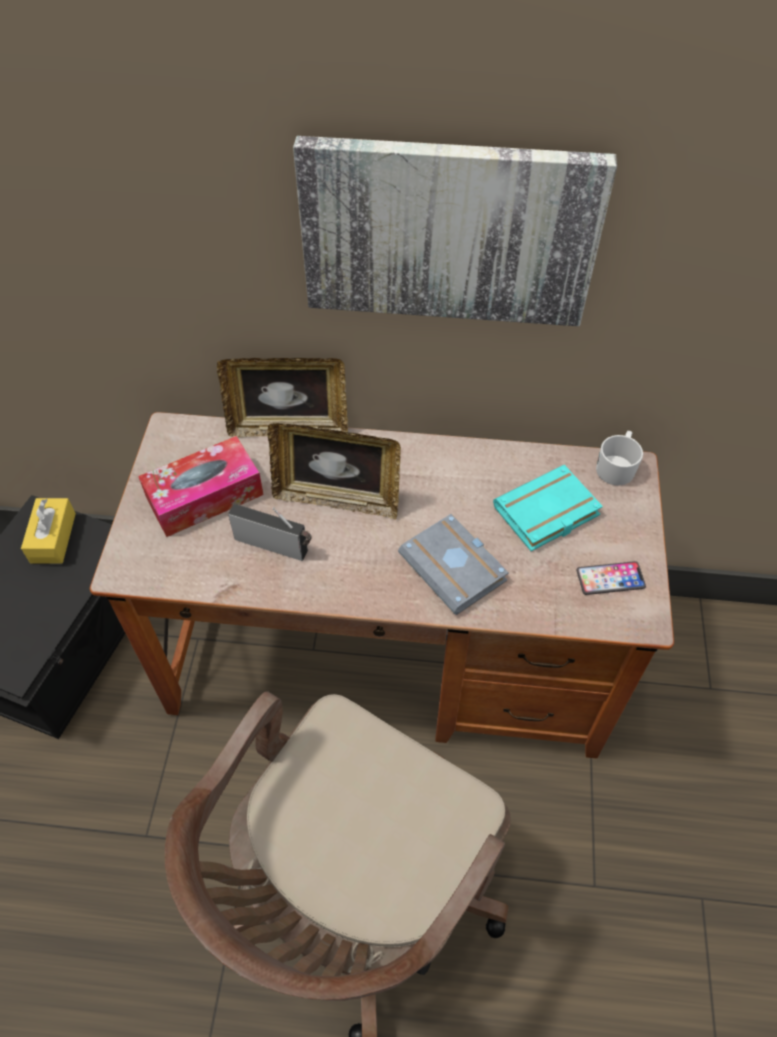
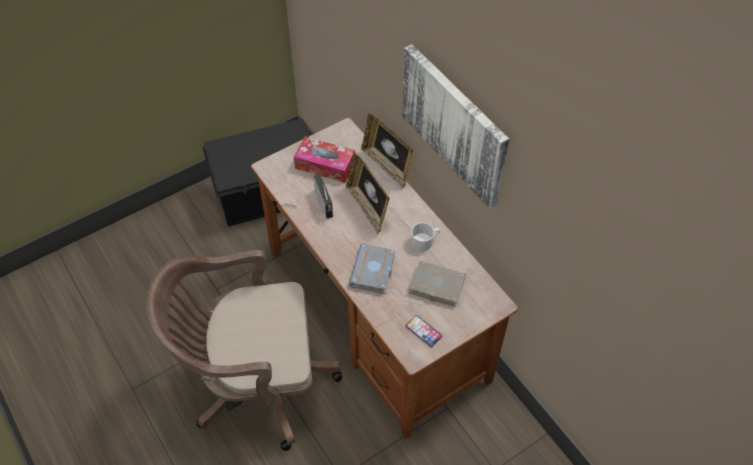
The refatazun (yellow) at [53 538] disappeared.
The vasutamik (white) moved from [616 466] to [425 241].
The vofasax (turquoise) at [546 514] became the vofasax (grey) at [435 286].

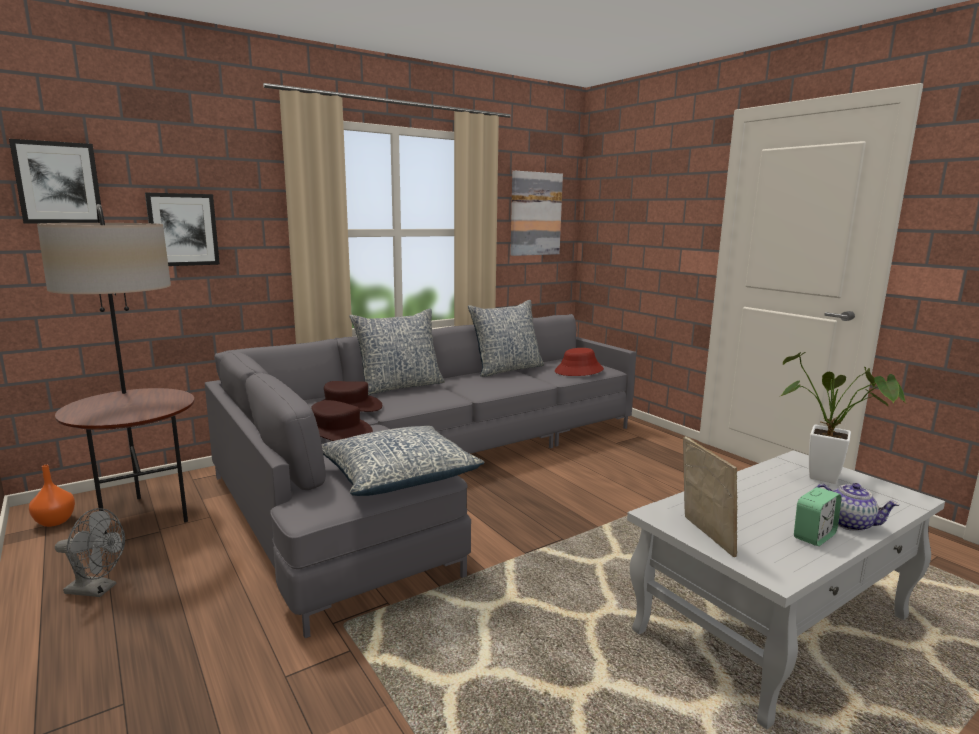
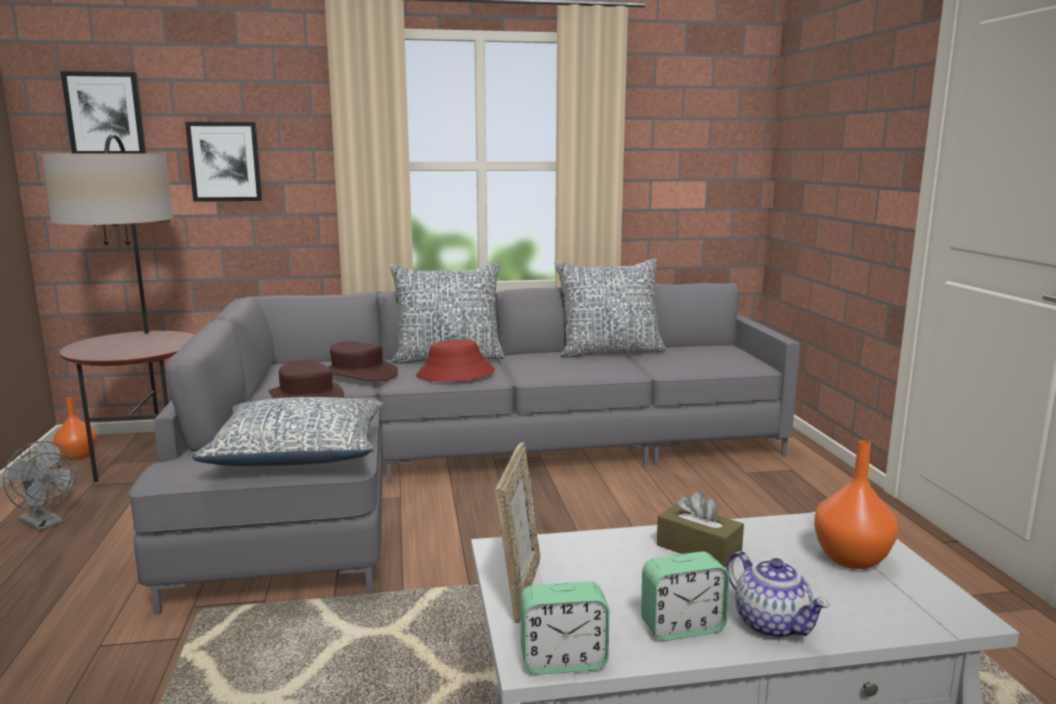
The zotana at [535 214] disappeared.
The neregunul at [563 661] appeared.
The refatazun (brown) at [698 549] appeared.
The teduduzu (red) moved from [579 371] to [455 374].
The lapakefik at [832 479] was replaced by the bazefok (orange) at [851 560].

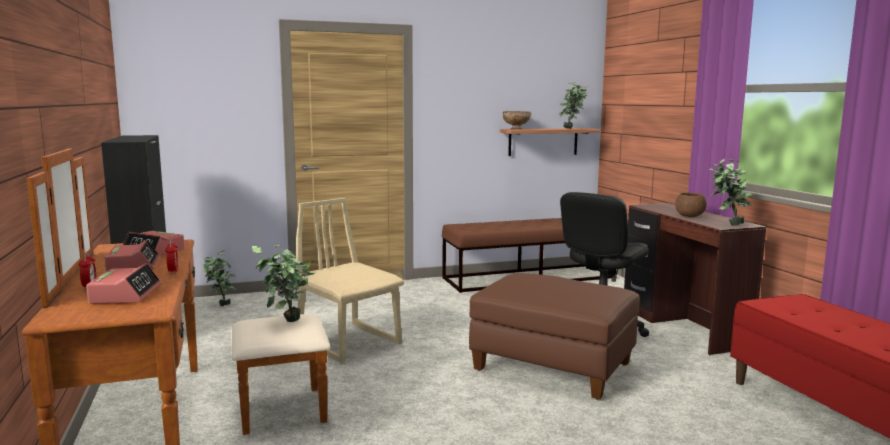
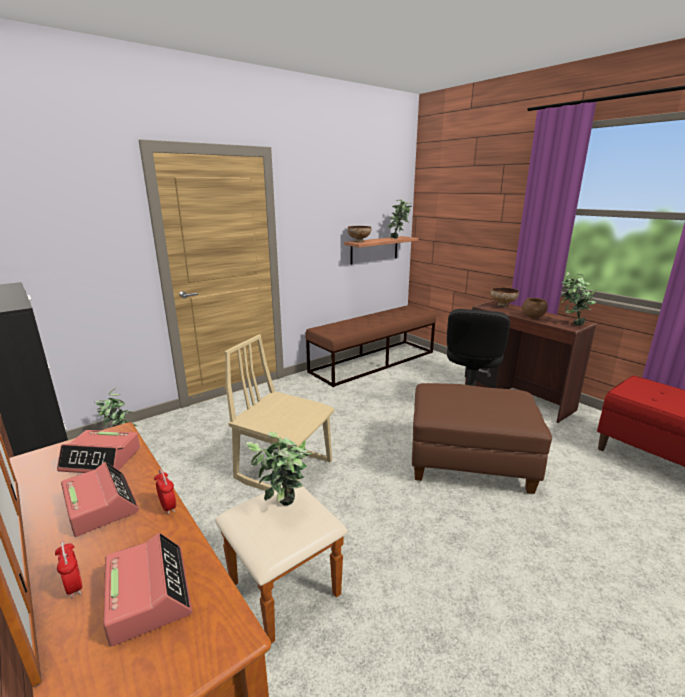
The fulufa at [502 306] appeared.

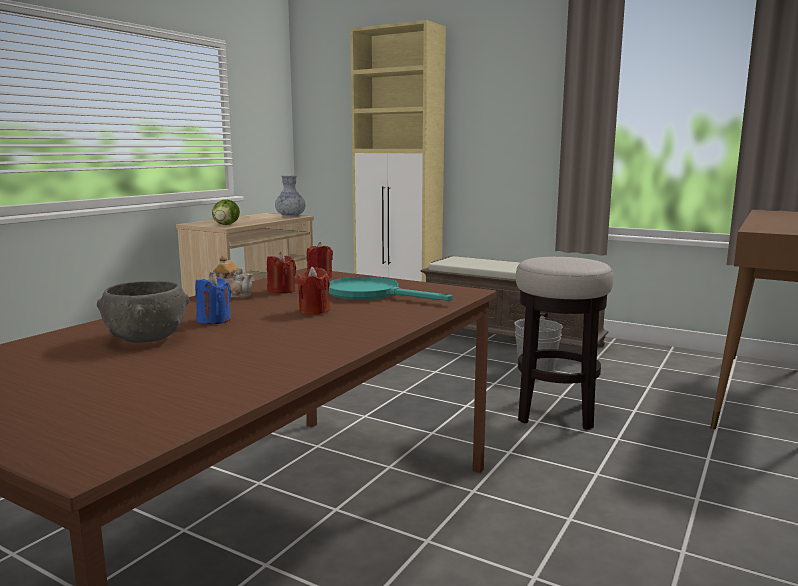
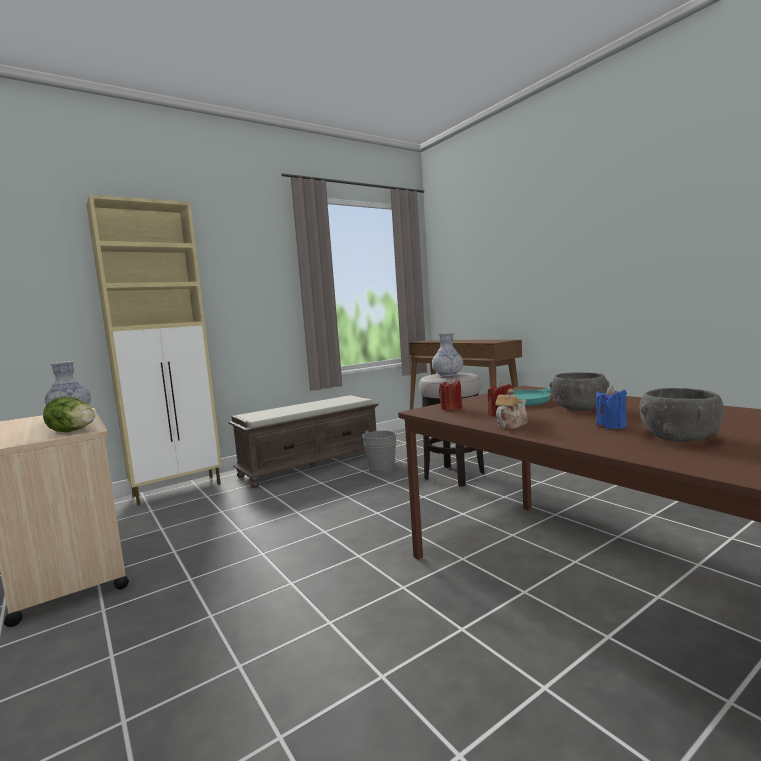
The bazefok at [448 375] appeared.
The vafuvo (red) at [314 311] was replaced by the fulufa (grey) at [579 408].

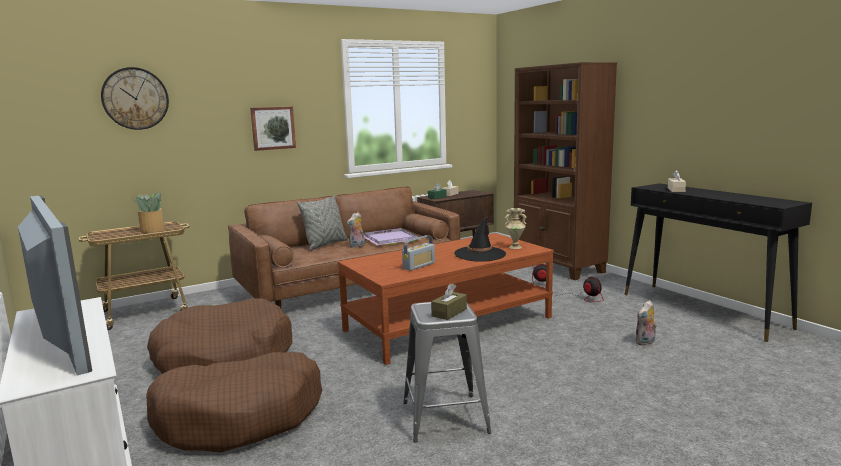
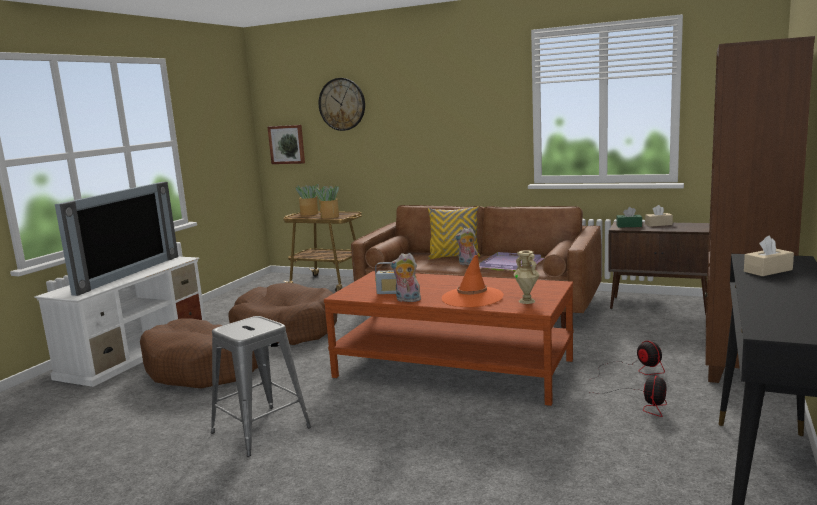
The refatazun (brown) at [449 312] disappeared.
The lapakefik at [309 214] appeared.
The zotana moved from [273 128] to [287 144].
The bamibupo moved from [645 342] to [407 300].
The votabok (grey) at [325 245] became the votabok (yellow) at [454 257].
The teduduzu (black) at [480 254] became the teduduzu (orange) at [472 297].

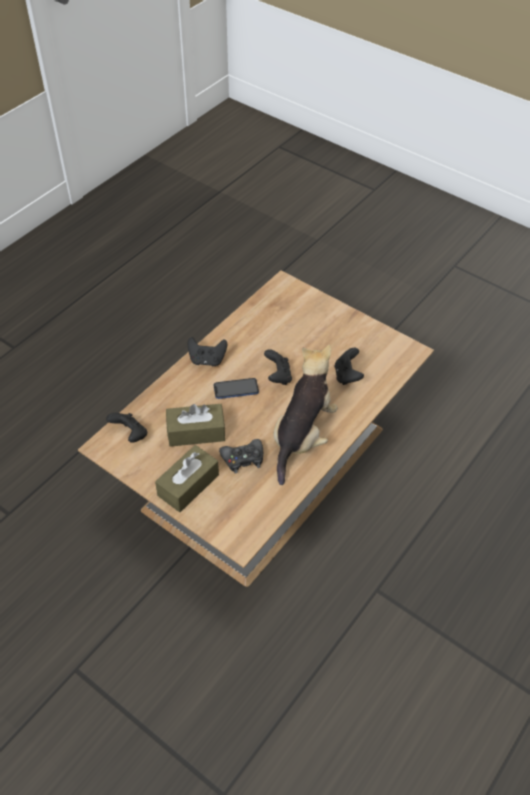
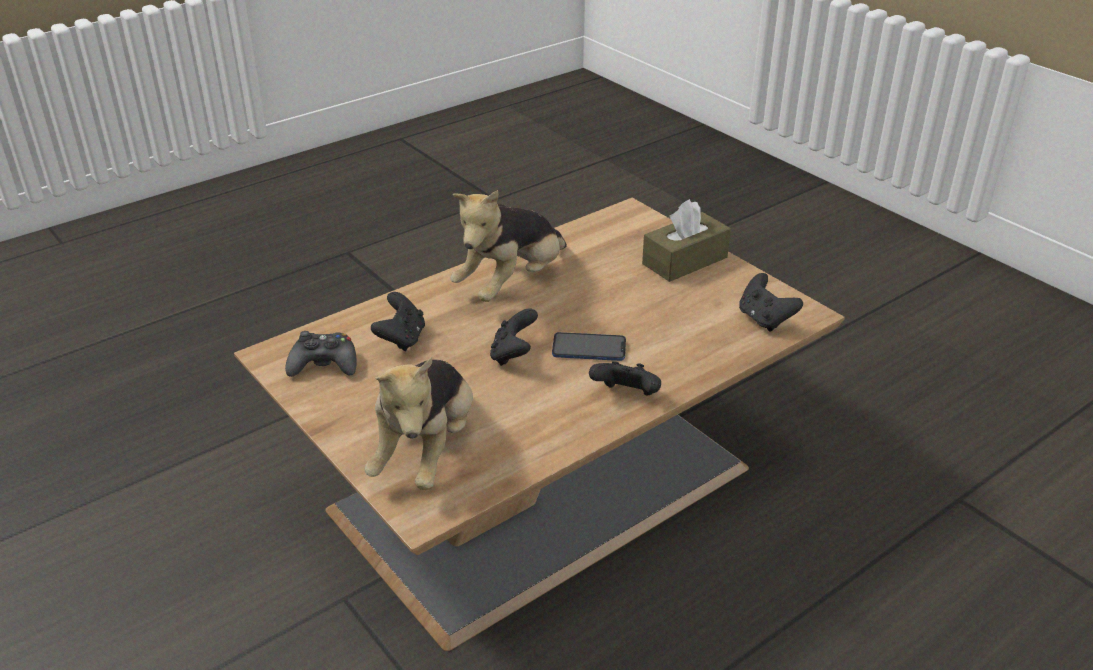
The refatazun (brown) at [196 432] disappeared.
The bamibupo at [426 451] appeared.
The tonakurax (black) moved from [243 459] to [324 364].

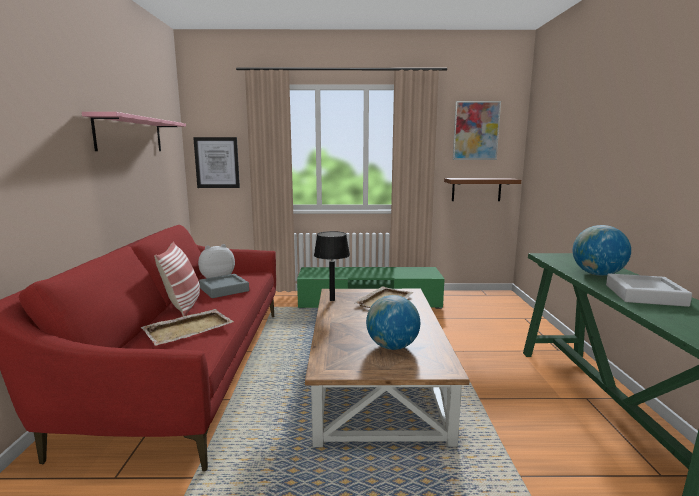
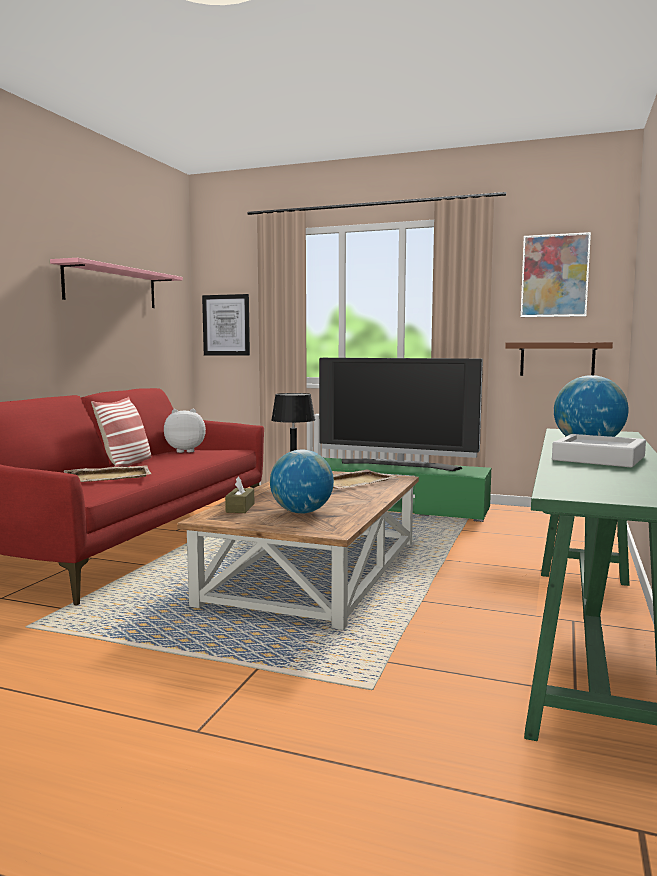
The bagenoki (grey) at [224 289] disappeared.
The refatazun (brown) at [240 508] appeared.
The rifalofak at [399 465] appeared.

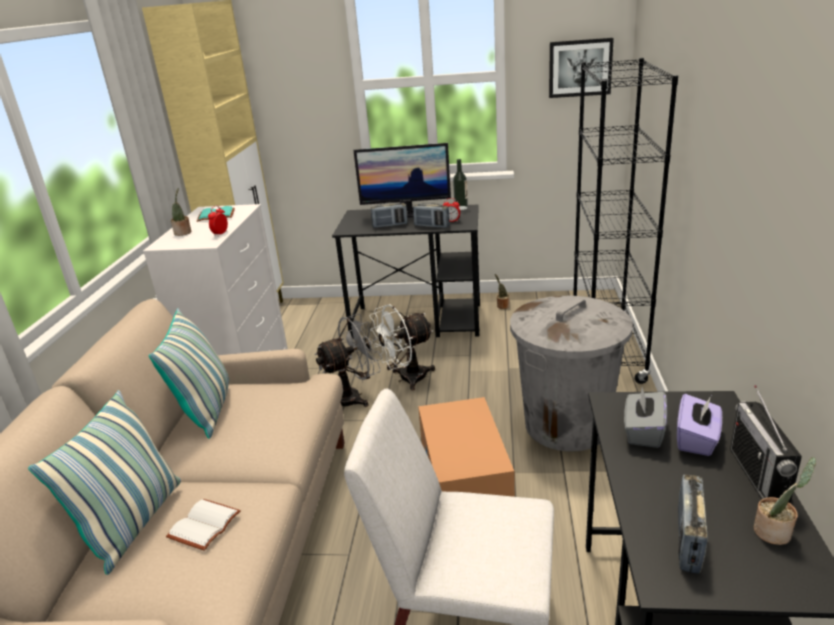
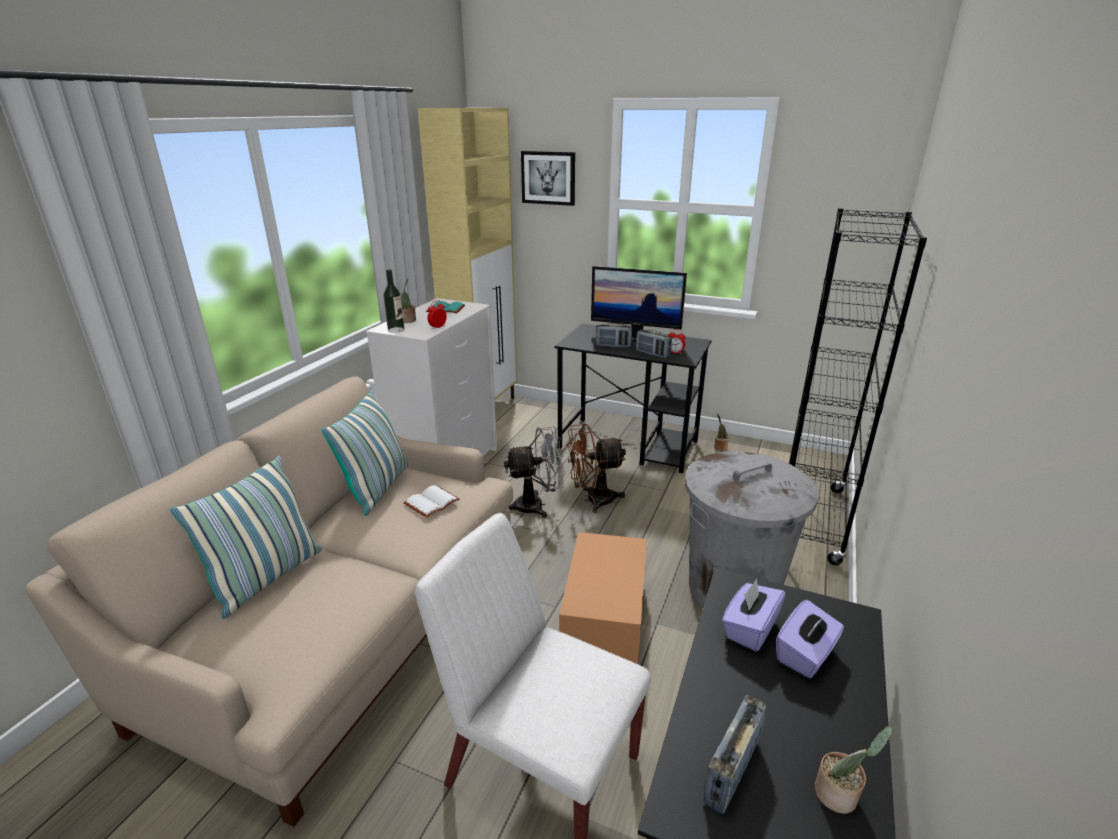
The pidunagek at [758 476] disappeared.
The vofasax (white) moved from [204 524] to [431 501].
The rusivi moved from [461 208] to [396 330].
The zotana moved from [580 68] to [548 178].
The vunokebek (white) at [406 379] became the vunokebek (brown) at [593 500].
The refatazun (grey) at [643 432] became the refatazun (purple) at [749 629].

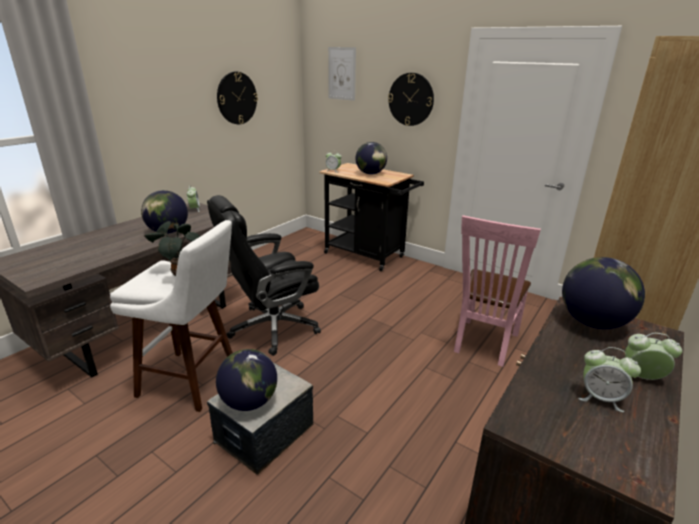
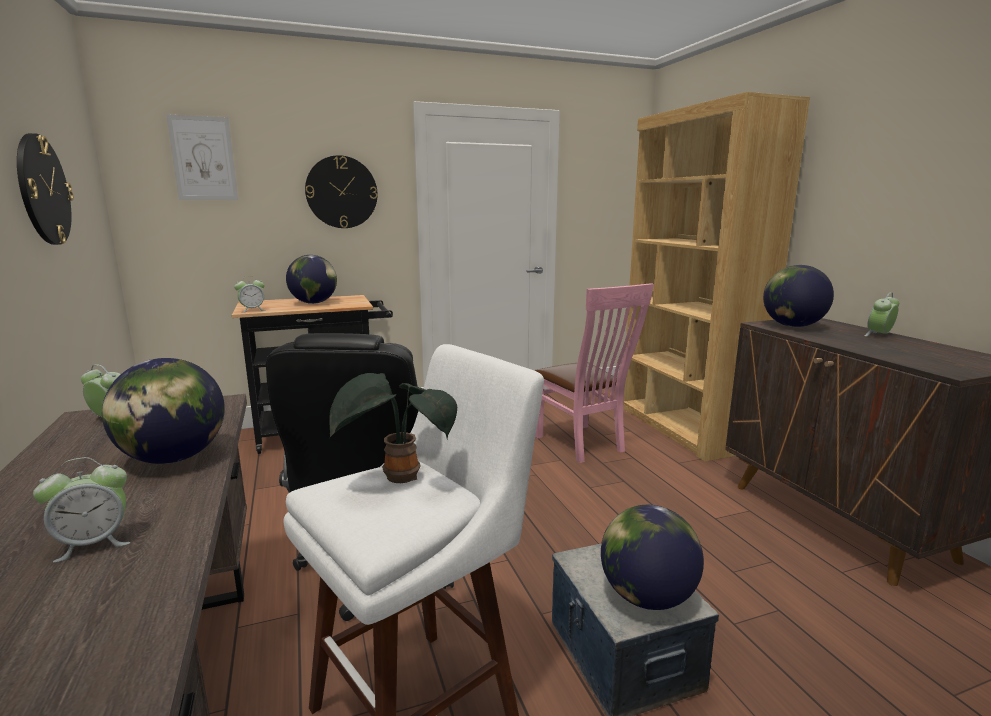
The neregunul moved from [600 398] to [94 543].

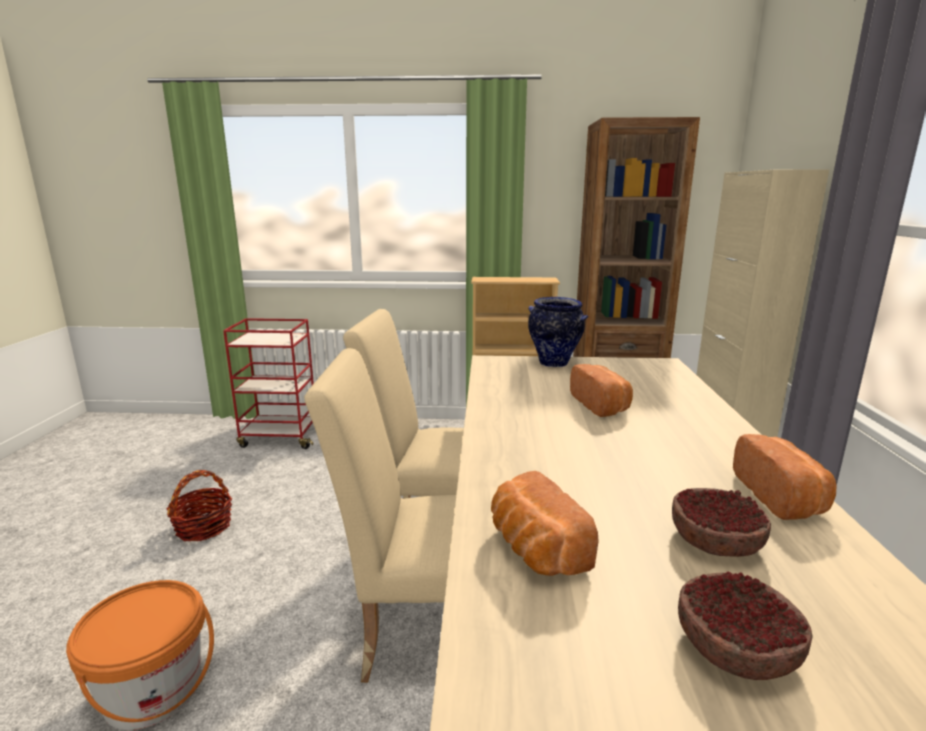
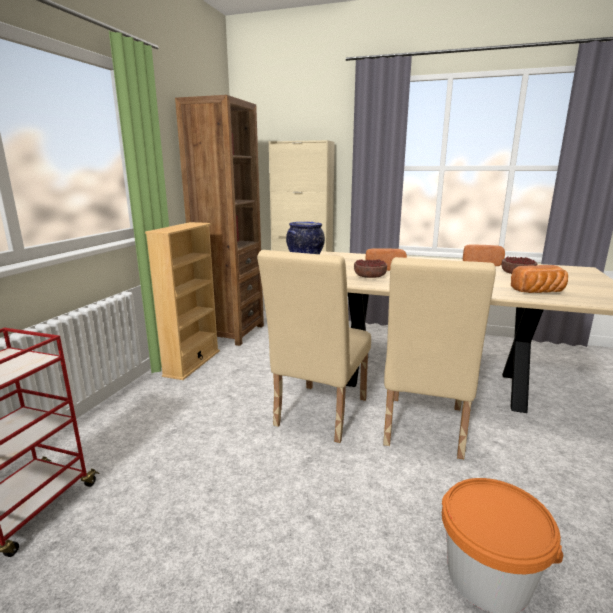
The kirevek at [204 527] disappeared.
The fulufa moved from [735 648] to [370 276].

